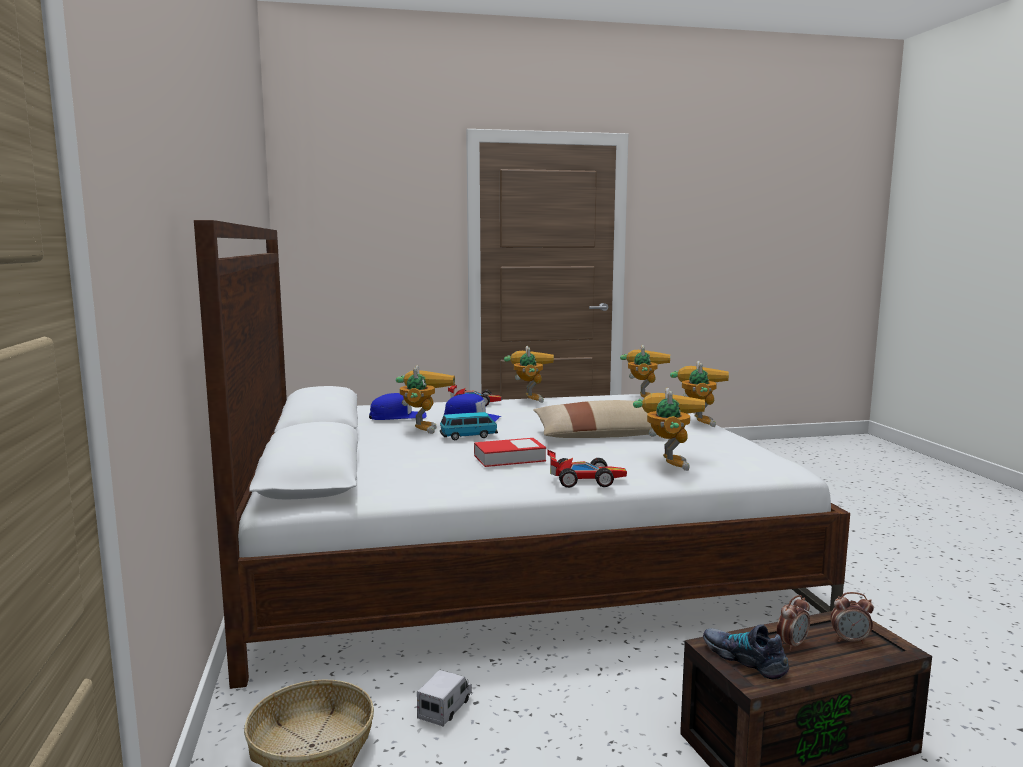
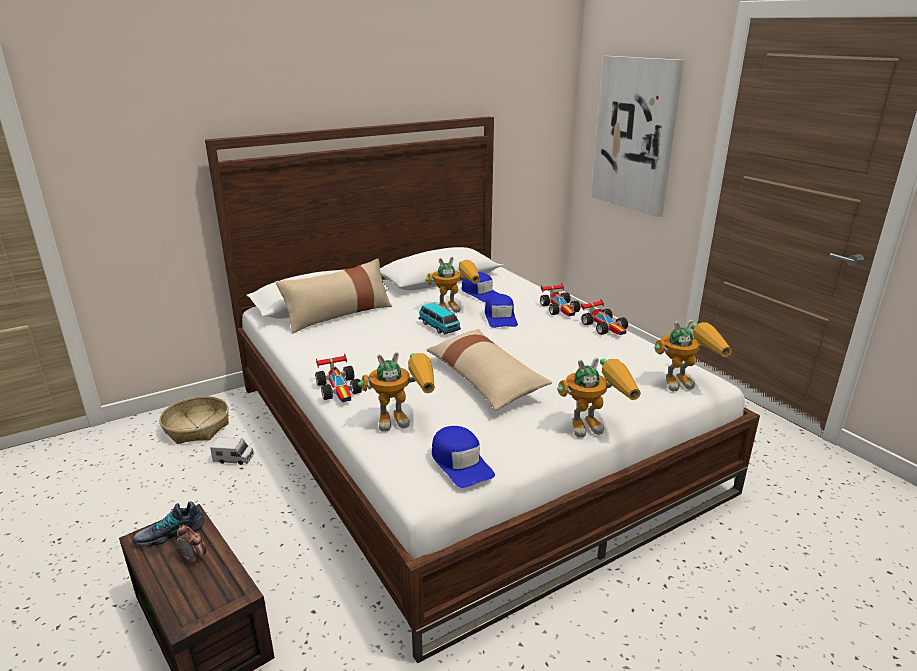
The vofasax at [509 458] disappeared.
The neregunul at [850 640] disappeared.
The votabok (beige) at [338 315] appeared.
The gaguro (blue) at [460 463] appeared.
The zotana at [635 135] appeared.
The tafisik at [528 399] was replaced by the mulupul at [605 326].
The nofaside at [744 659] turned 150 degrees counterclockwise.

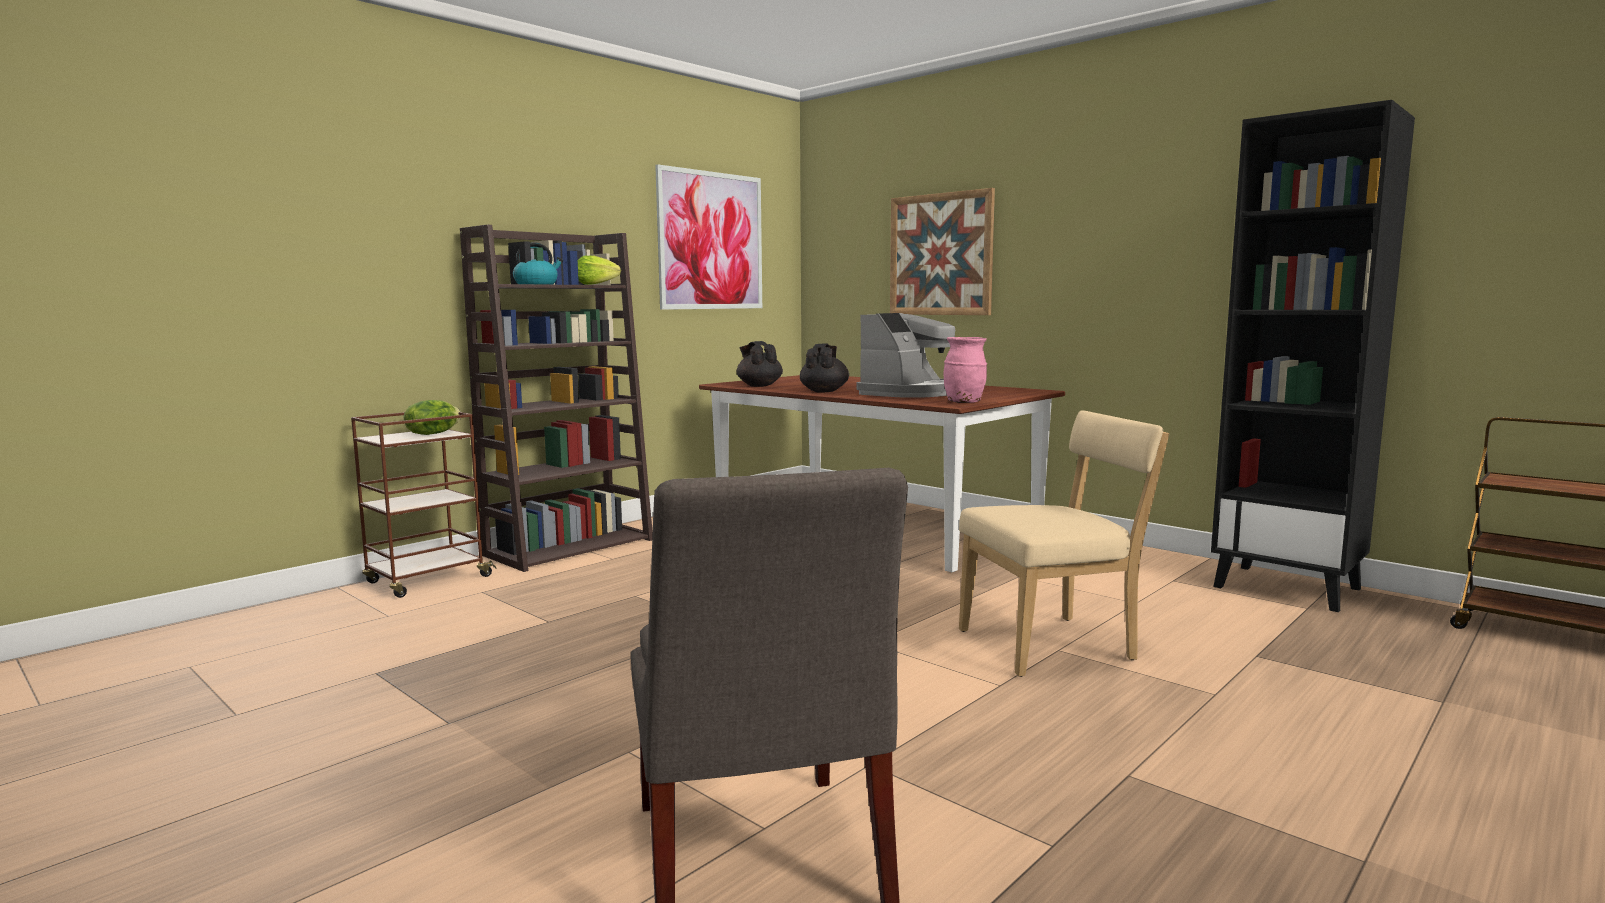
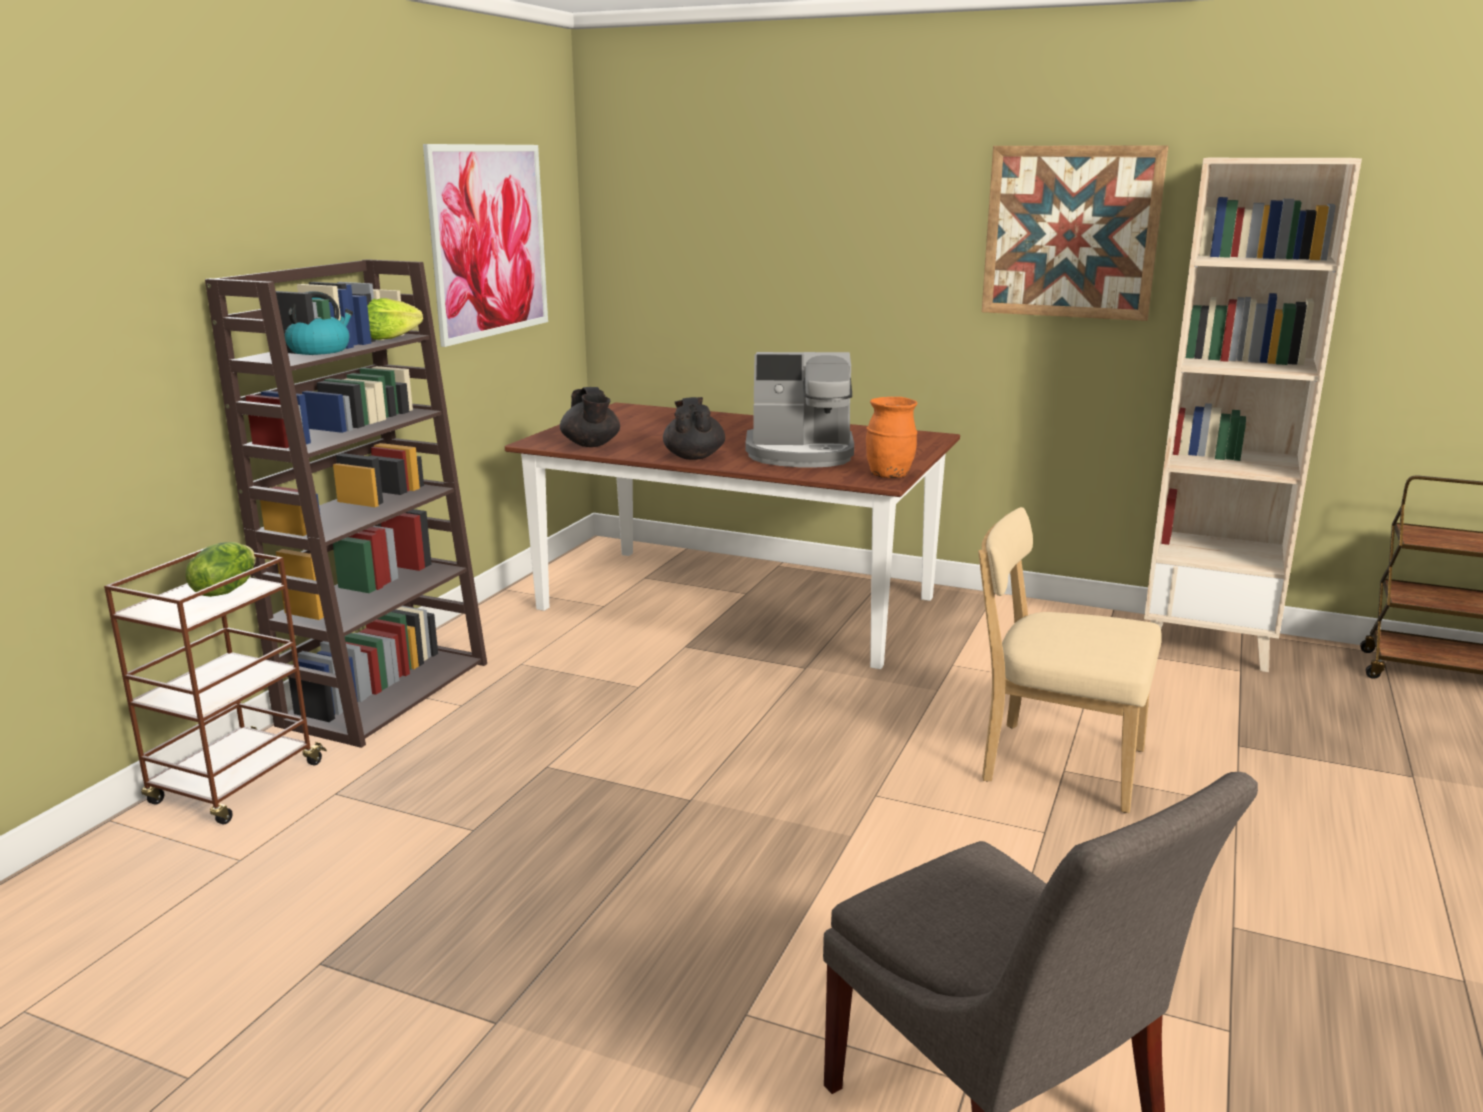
The zotana moved from [940 254] to [1070 232].
The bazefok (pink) at [964 402] became the bazefok (orange) at [890 475].
The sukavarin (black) at [1288 587] became the sukavarin (beige) at [1207 644].
The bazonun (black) at [759 386] turned 150 degrees counterclockwise.
The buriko at [910 393] turned 75 degrees clockwise.
The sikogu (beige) at [1053 644] turned 120 degrees counterclockwise.

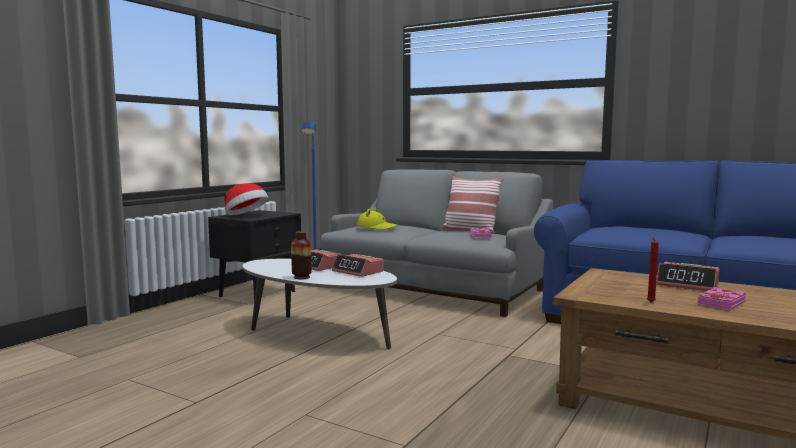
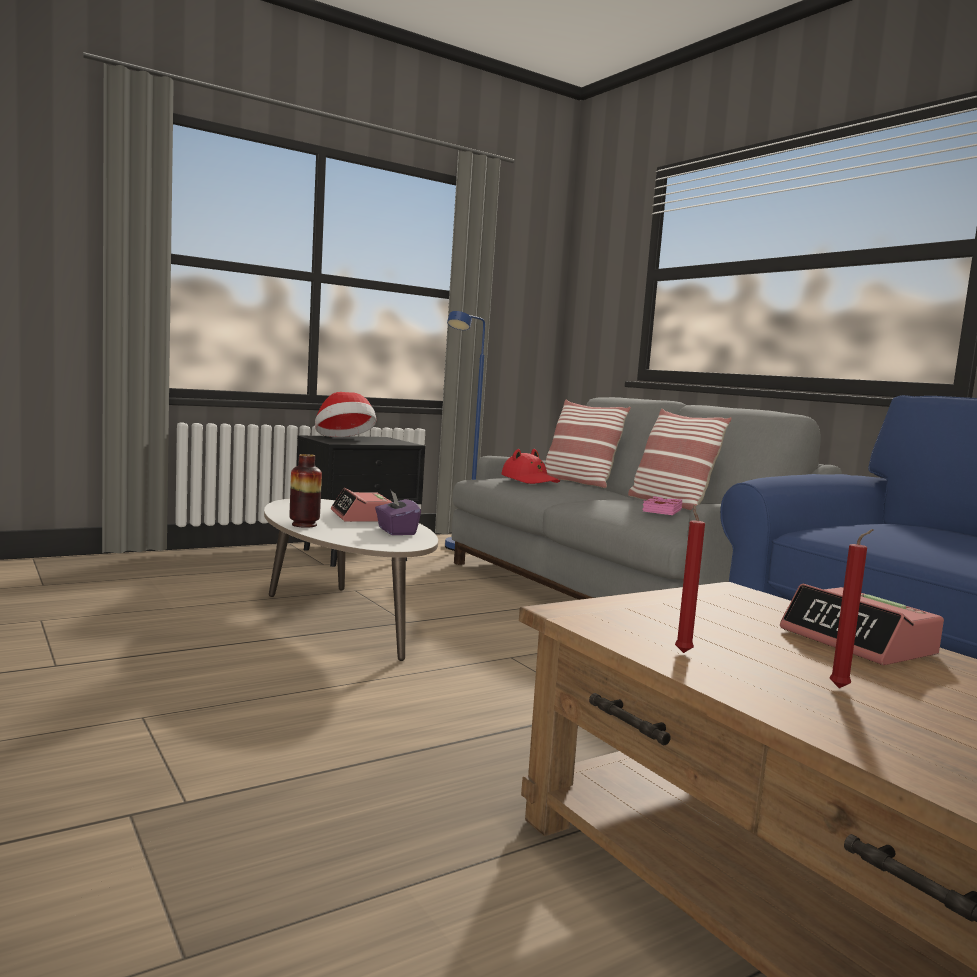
The votabok at [578 482] appeared.
The neregunul at [358 271] was replaced by the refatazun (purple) at [396 531].
The vofasax (pink) at [720 303] was replaced by the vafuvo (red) at [842 688].
The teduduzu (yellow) at [377 227] became the teduduzu (red) at [530 480].

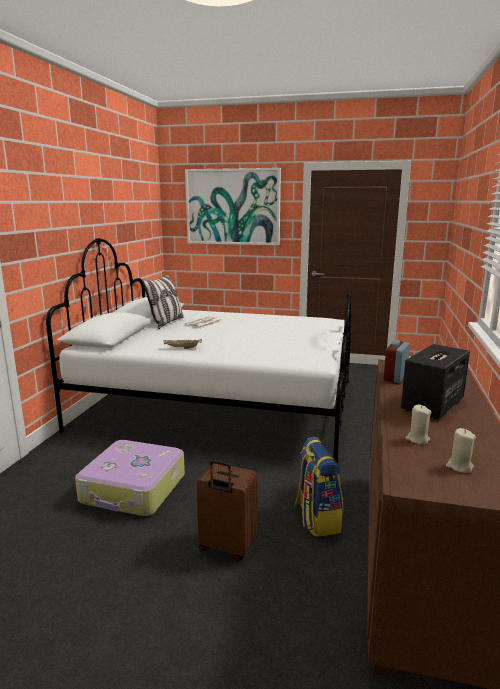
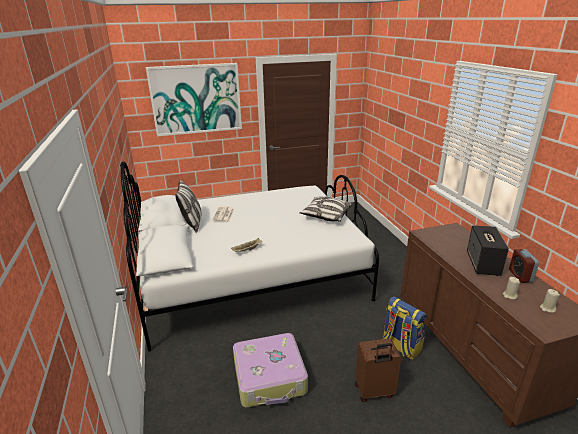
The votabok at [326 216] appeared.
The neregunul moved from [395 377] to [520 276].

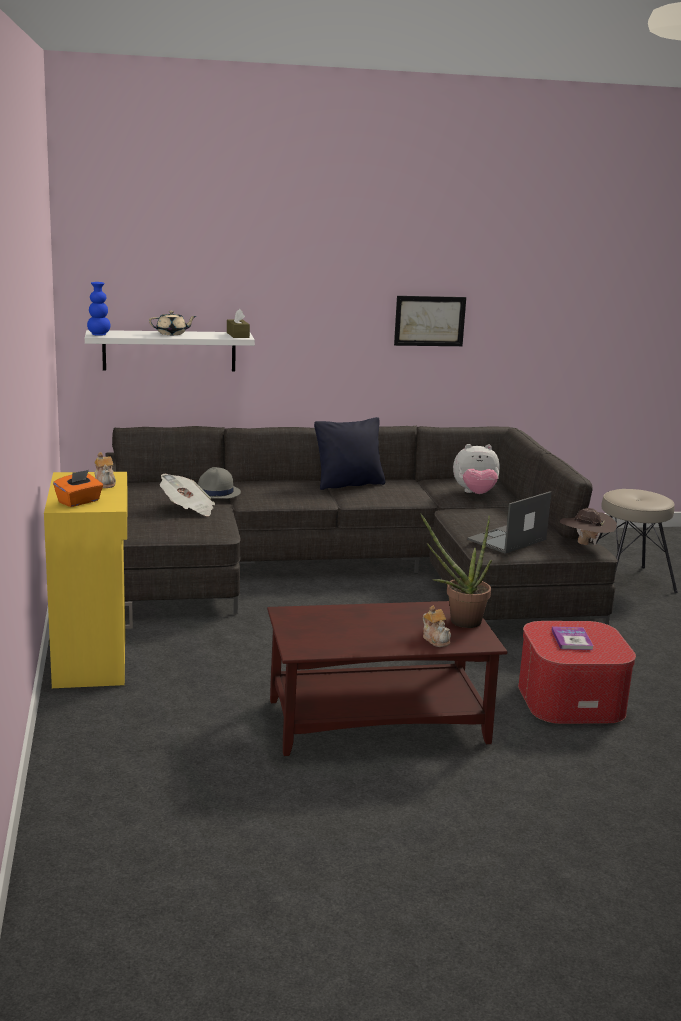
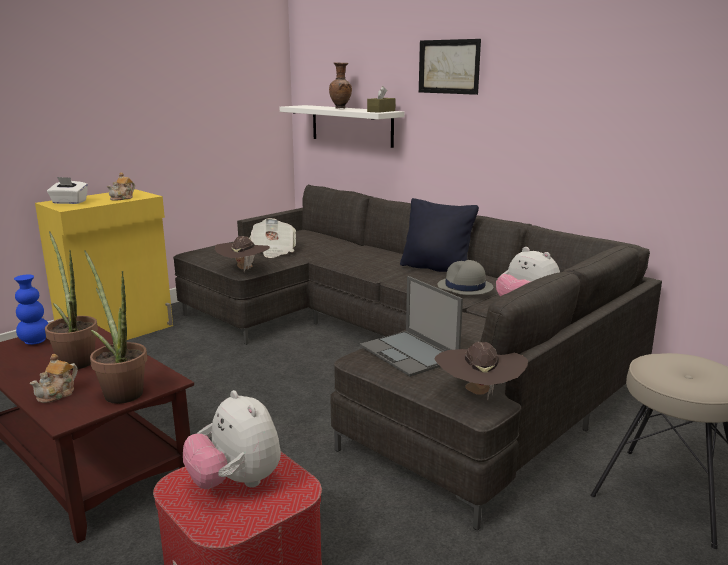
The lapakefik at [75 359] appeared.
The teduduzu (brown) at [244 269] appeared.
The bazefok (blue) moved from [99 334] to [35 341].
The teduduzu (grey) moved from [215 493] to [465 287].
The zotana moved from [429 321] to [449 66].
The bazonun (beige) at [172 334] was replaced by the bazefok (brown) at [341 108].
The vofasax at [571 640] was replaced by the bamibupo at [236 483].
The refatazun (orange) at [79 502] became the refatazun (white) at [69 202].
The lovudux at [506 540] turned 135 degrees counterclockwise.

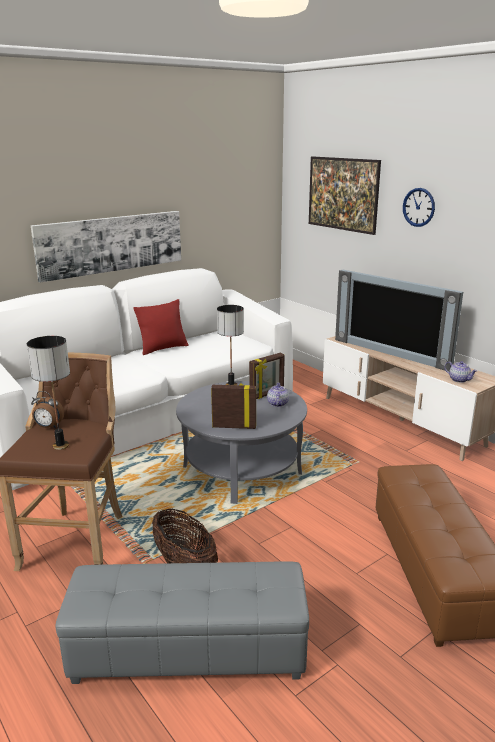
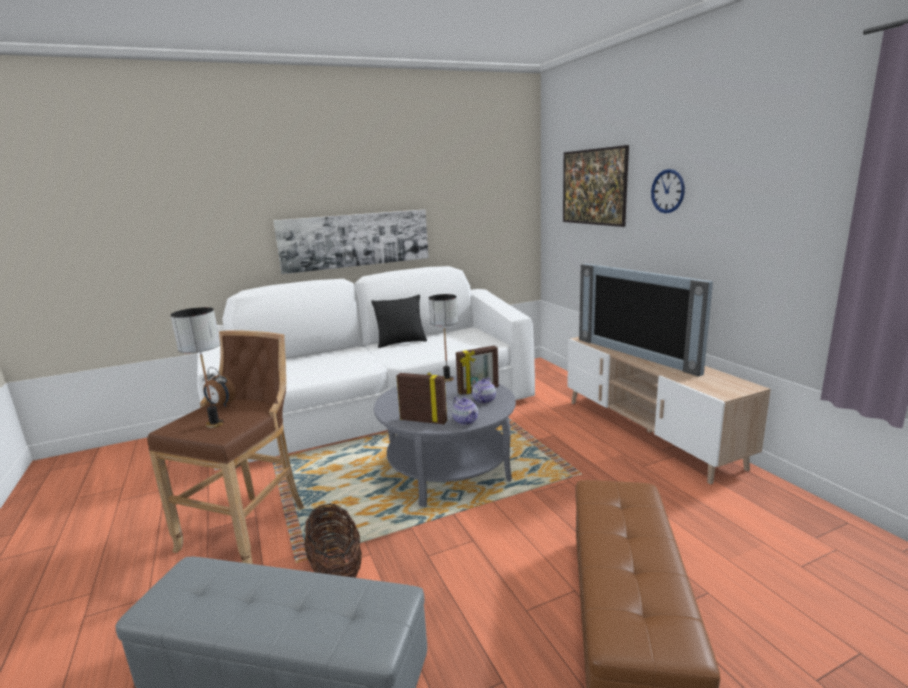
The bazonun moved from [459 380] to [466 421].
The votabok (red) at [163 348] became the votabok (black) at [401 343].

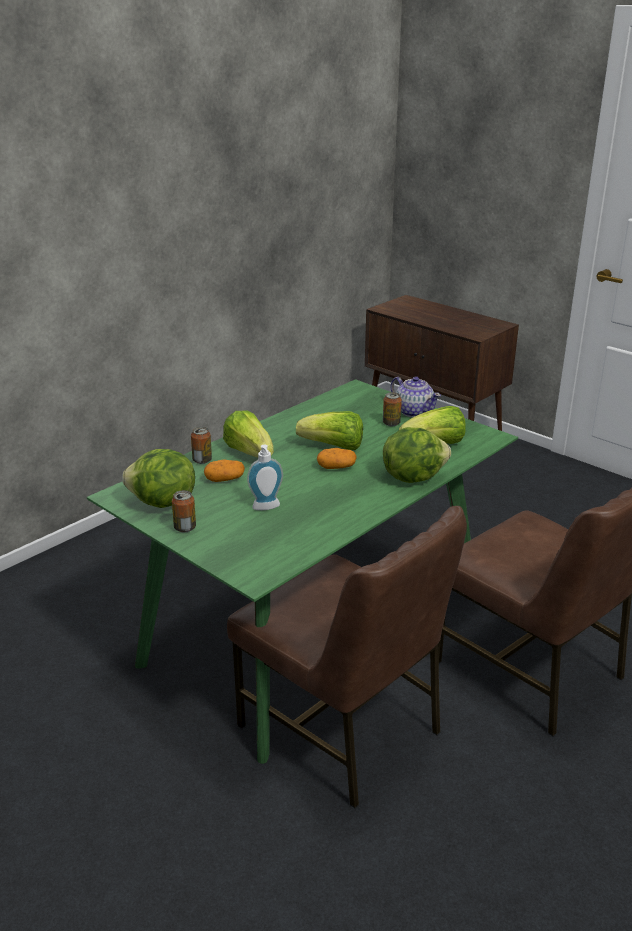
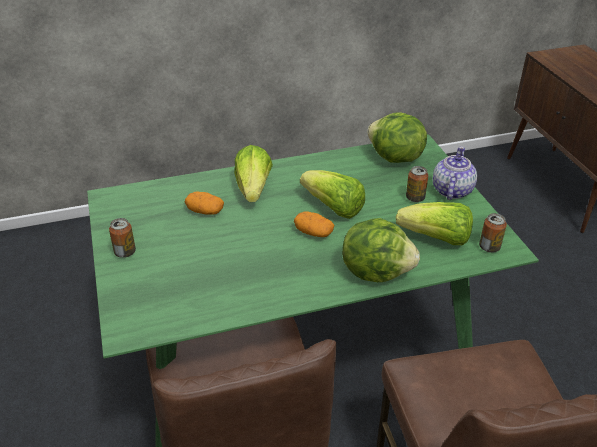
The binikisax at [267 508] disappeared.
The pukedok moved from [162 503] to [394 158].
The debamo moved from [202 460] to [489 247].
The bazonun at [414 411] turned 150 degrees counterclockwise.

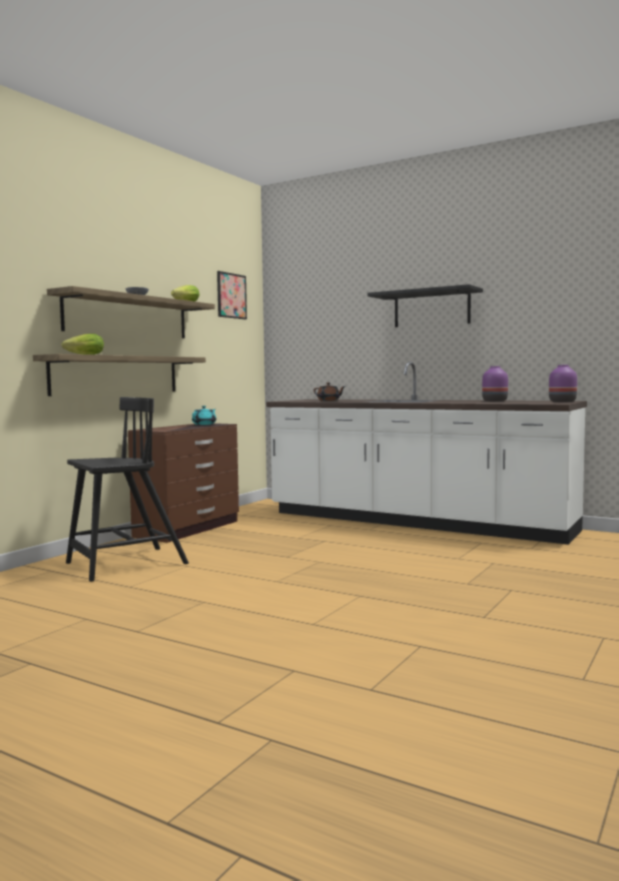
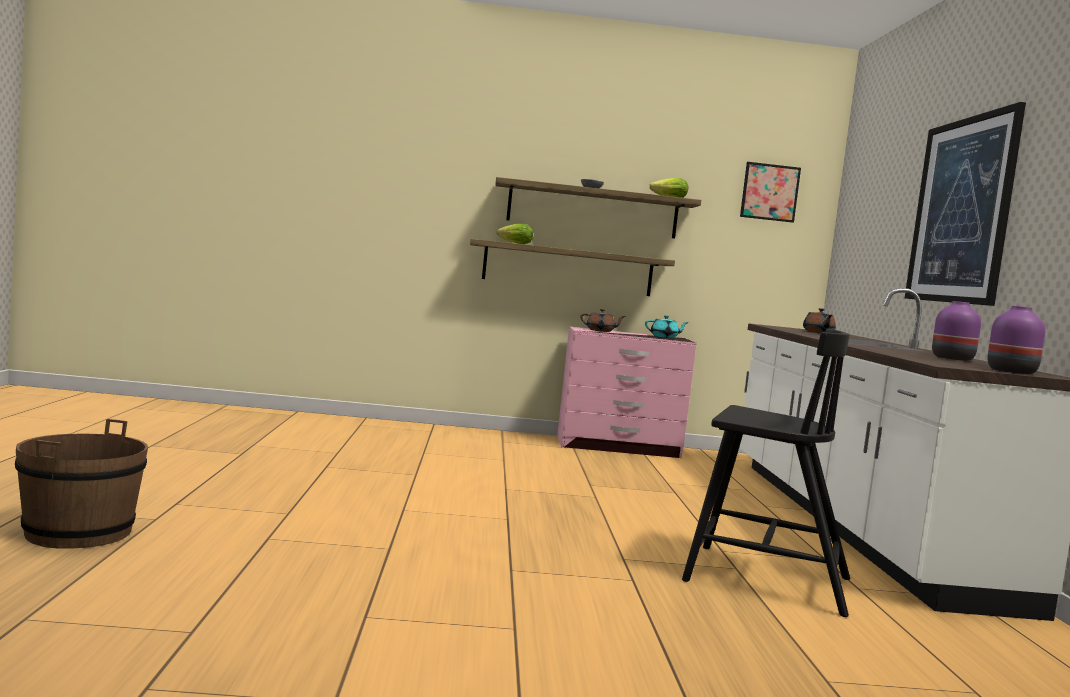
The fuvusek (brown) at [78 532] appeared.
The bazonun (brown) at [601 331] appeared.
The sikogu (black) moved from [124 564] to [764 579].
The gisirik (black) at [431 309] was replaced by the zotana at [961 210].
The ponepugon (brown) at [189 529] became the ponepugon (pink) at [618 447].

